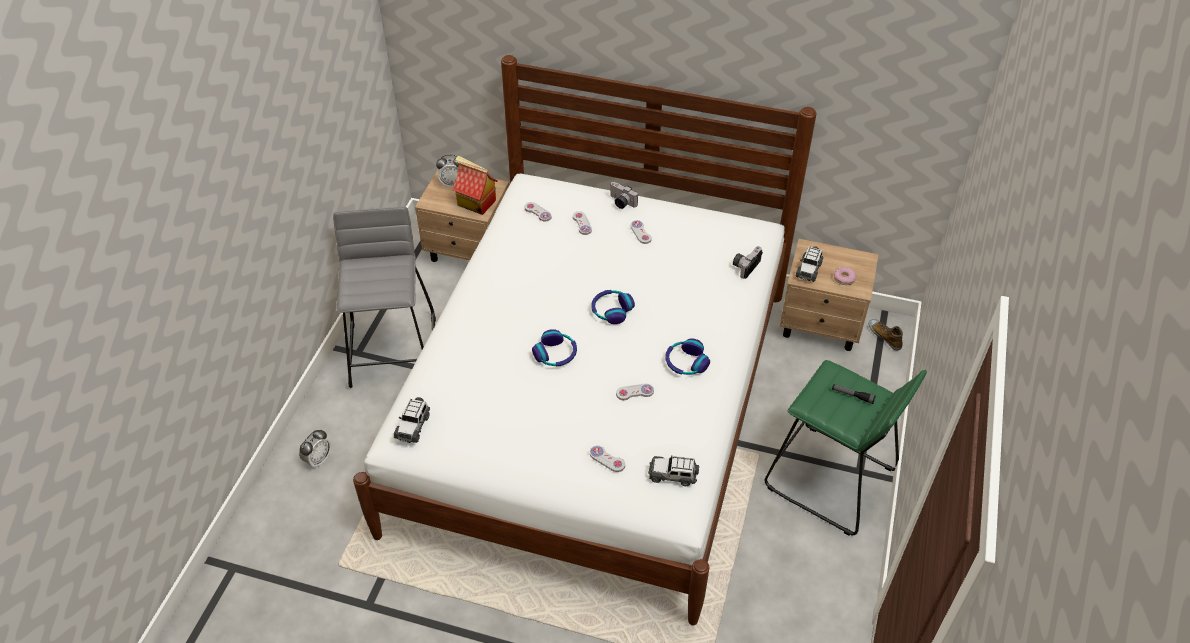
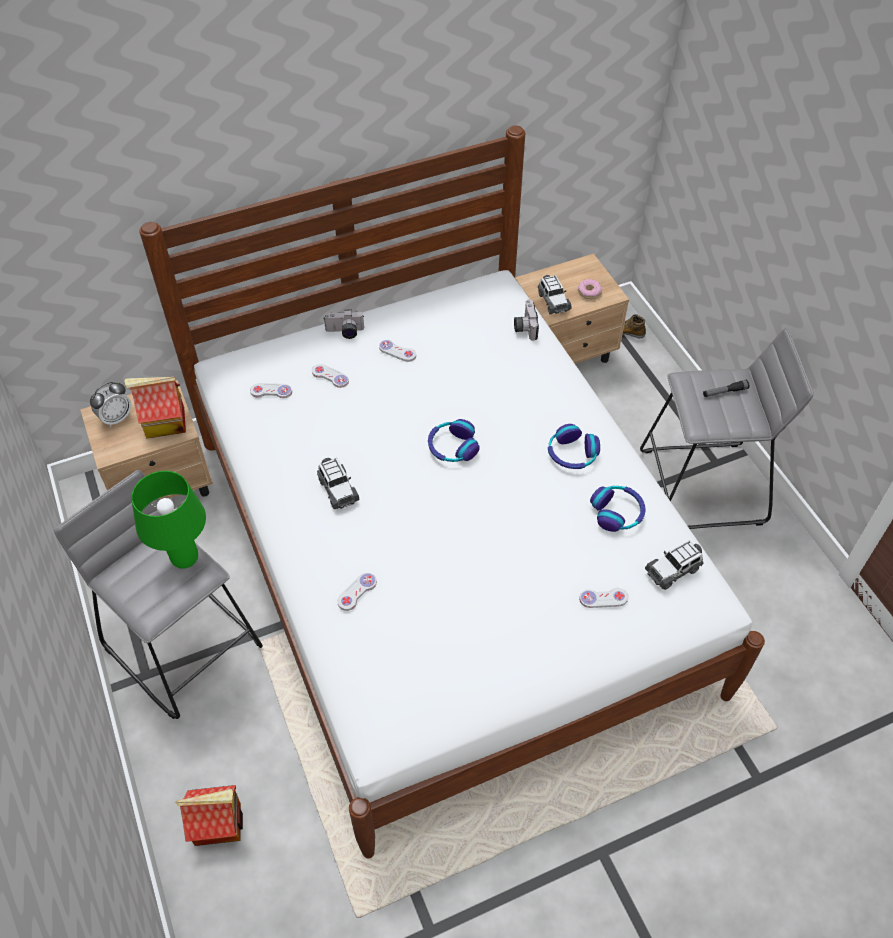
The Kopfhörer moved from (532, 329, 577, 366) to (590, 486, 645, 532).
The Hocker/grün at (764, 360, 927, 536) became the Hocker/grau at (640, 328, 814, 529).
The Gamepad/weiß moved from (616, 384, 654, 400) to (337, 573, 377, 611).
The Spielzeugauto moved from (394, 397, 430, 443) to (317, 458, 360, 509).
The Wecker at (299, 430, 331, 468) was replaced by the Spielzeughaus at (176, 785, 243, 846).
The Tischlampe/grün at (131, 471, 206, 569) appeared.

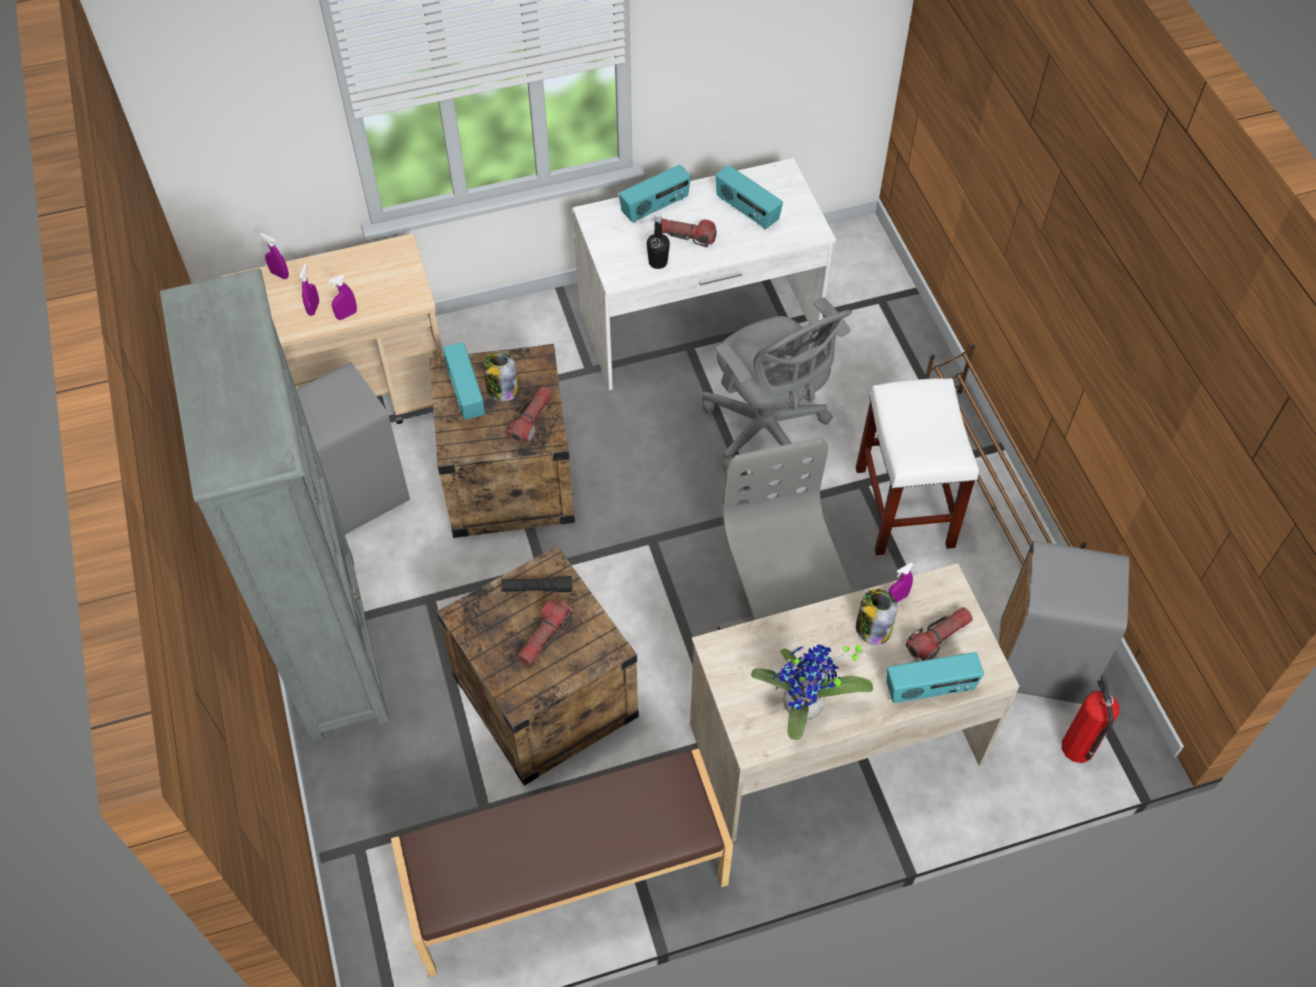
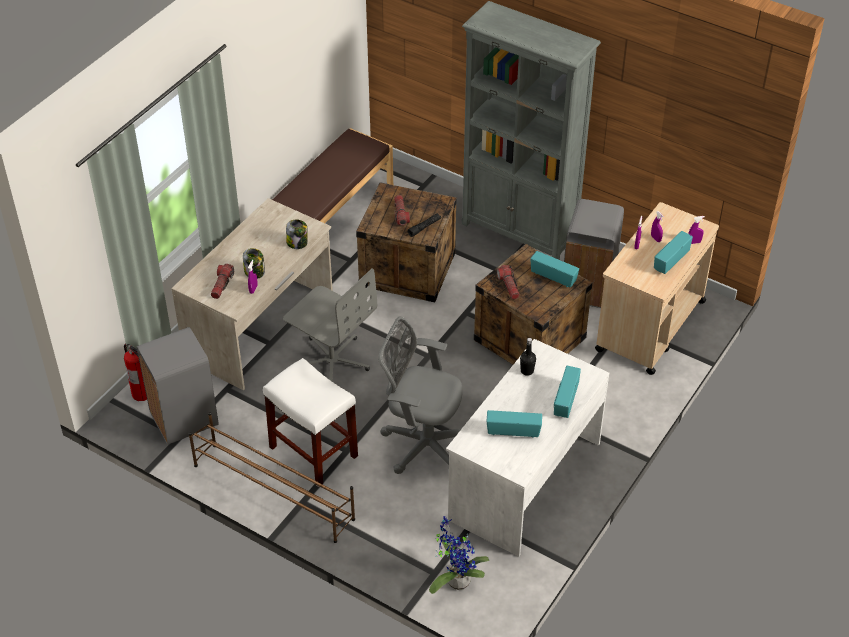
The Taschenlampe at (662, 219, 717, 247) disappeared.
The Vorratsglas moved from (484, 352, 518, 401) to (286, 219, 308, 249).
The Topfpflanze moved from (751, 644, 873, 740) to (429, 516, 489, 594).
The Radio moved from (886, 652, 984, 703) to (654, 231, 693, 274).

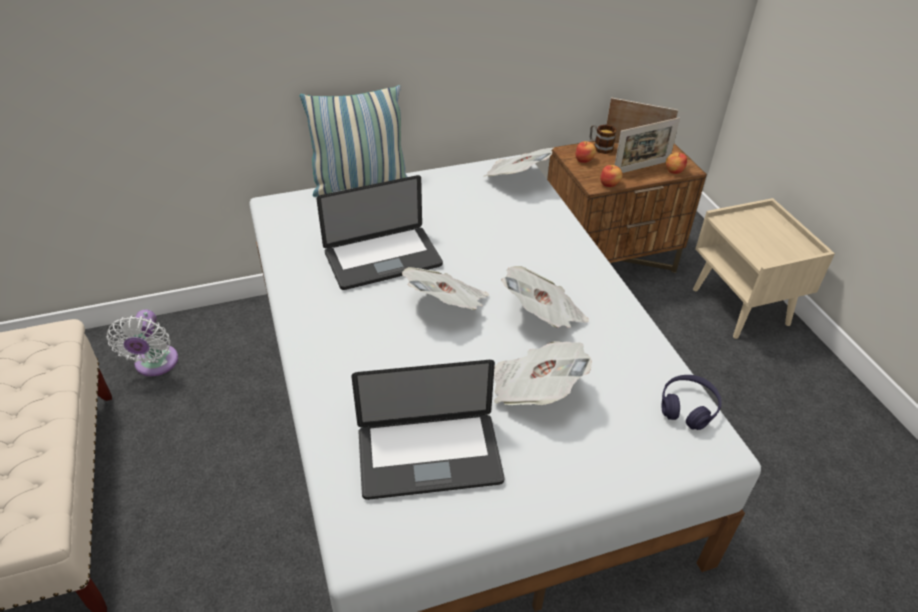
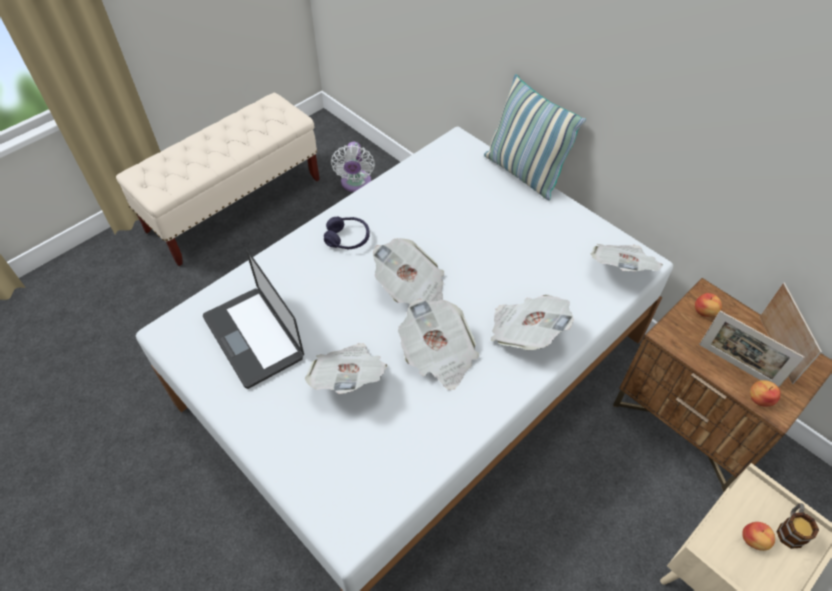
The Henkelbecher moved from (590, 124, 617, 154) to (776, 503, 819, 549).
The Apfel moved from (600, 165, 623, 187) to (742, 522, 775, 551).
The Laptop at (316, 175, 443, 290) disappeared.
The Ventilator/weiß at (106, 309, 178, 376) turned 60 degrees counterclockwise.
The Kopfhörer/lila moved from (661, 375, 722, 430) to (324, 217, 370, 249).
The Zeitung at (491, 295, 574, 350) appeared.

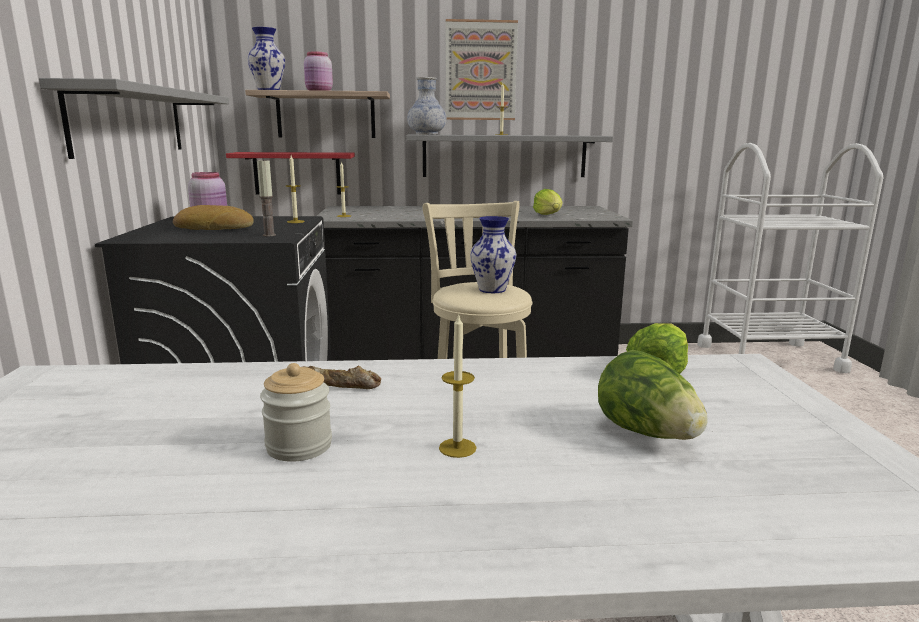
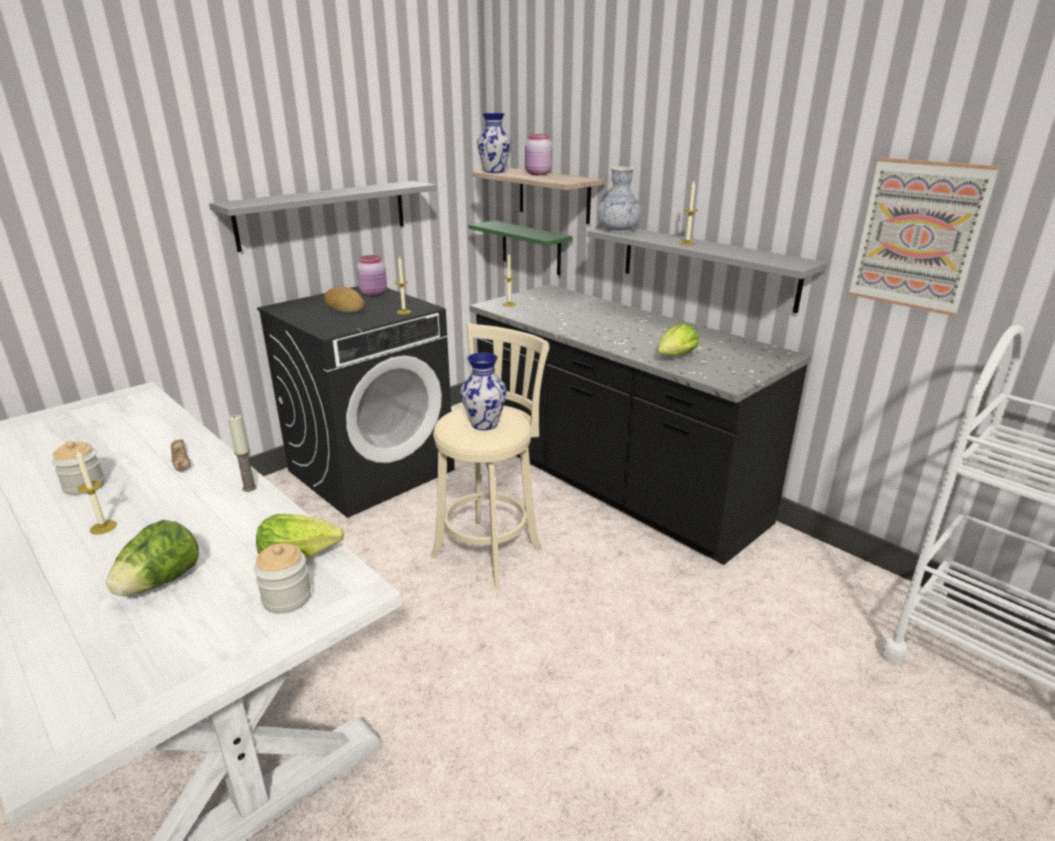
The Bild moved from (445, 19, 518, 120) to (848, 158, 1000, 316).
The Wandregal/rot at (226, 152, 355, 195) became the Wandregal/grün at (468, 220, 573, 275).
The Kerze moved from (257, 158, 276, 236) to (227, 415, 257, 492).
The Vorratsglas at (254, 543, 311, 614) appeared.

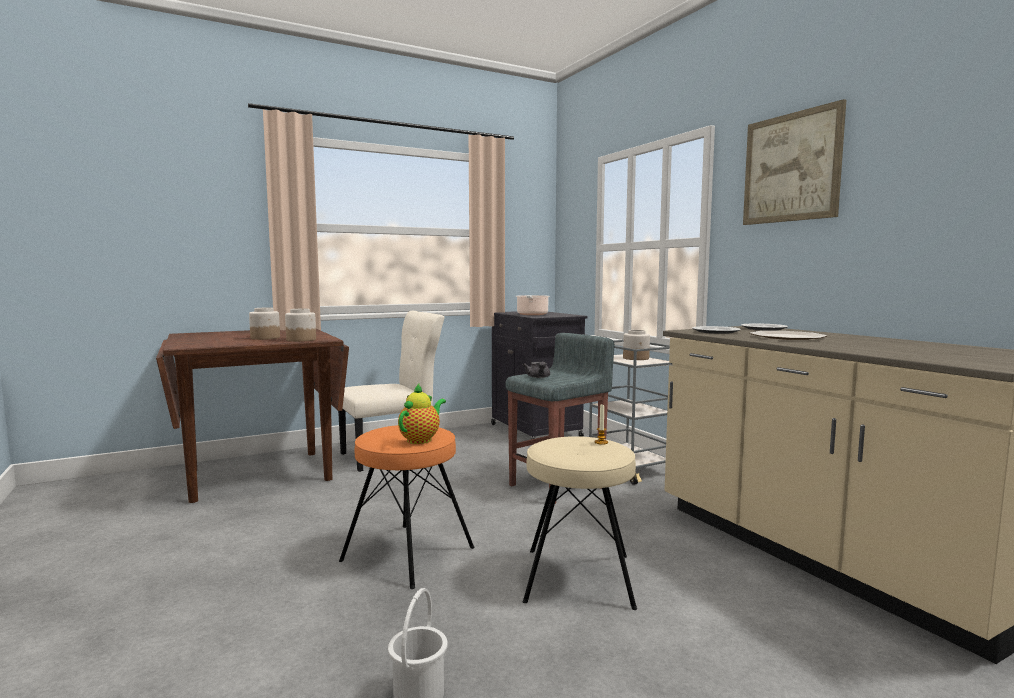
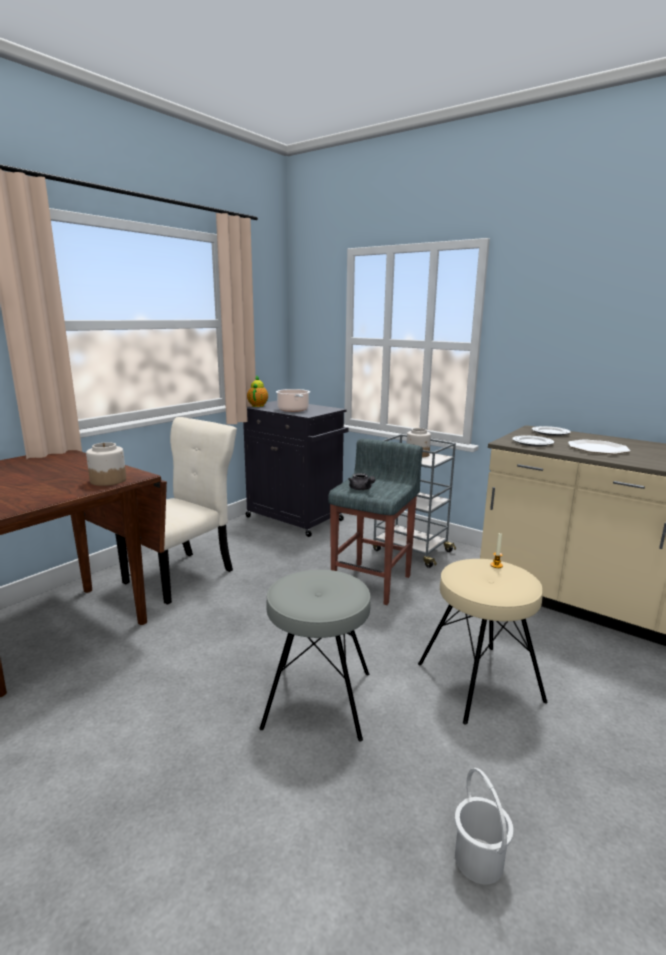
The Bild at (743, 99, 846, 225) disappeared.
The Vorratsglas at (249, 308, 280, 340) disappeared.
The Teekanne moved from (398, 384, 446, 444) to (247, 376, 268, 407).
The Hocker/orange at (339, 425, 475, 589) became the Hocker/grau at (259, 570, 371, 741).

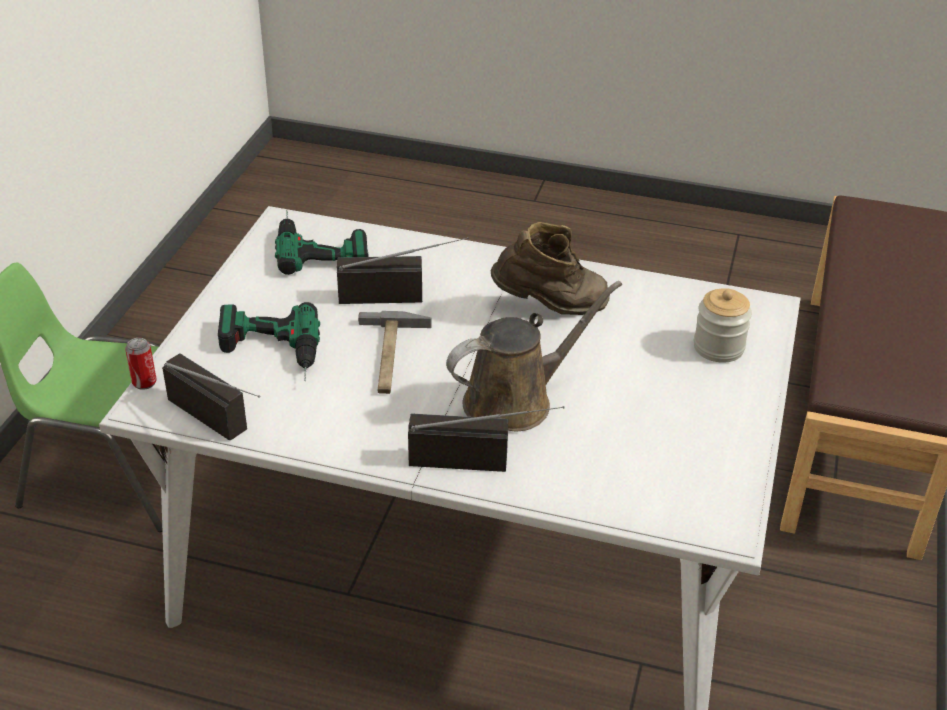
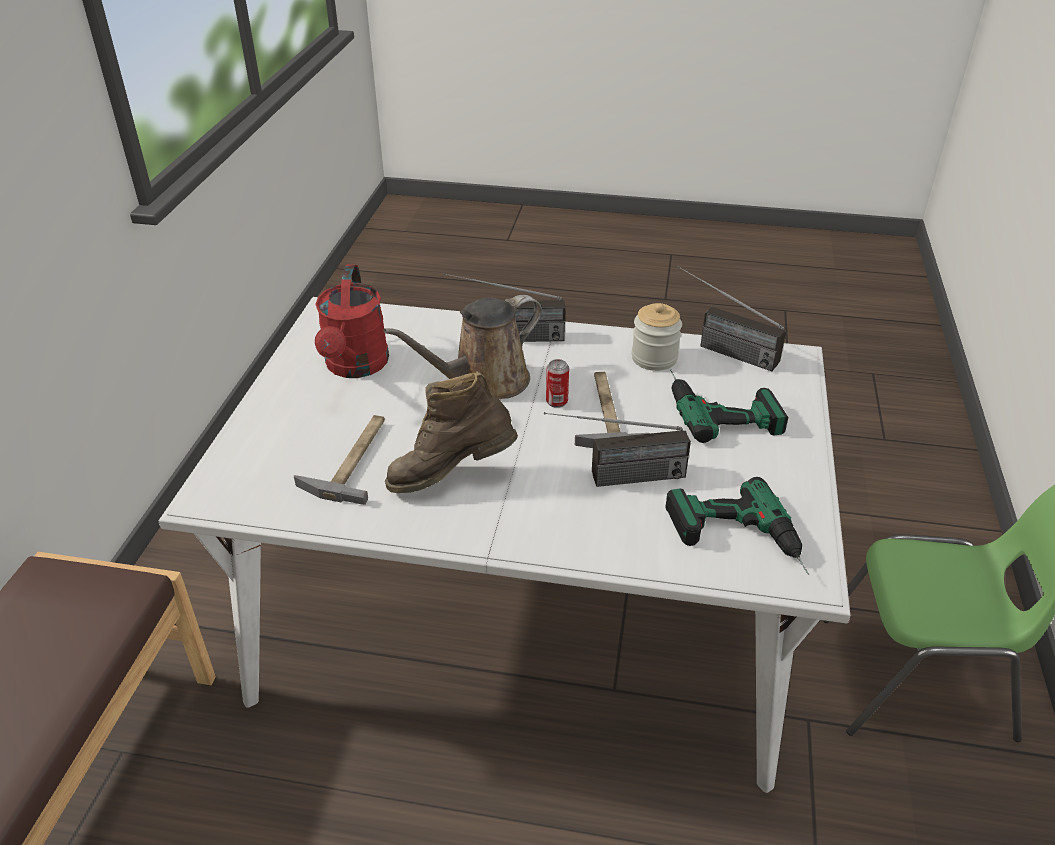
The Vorratsglas moved from (694, 288, 752, 363) to (632, 303, 682, 371).
The Dose moved from (125, 338, 157, 390) to (546, 359, 569, 408).
The Gießkanne/rot at (315, 265, 389, 378) appeared.
The Hammer at (294, 415, 385, 505) appeared.

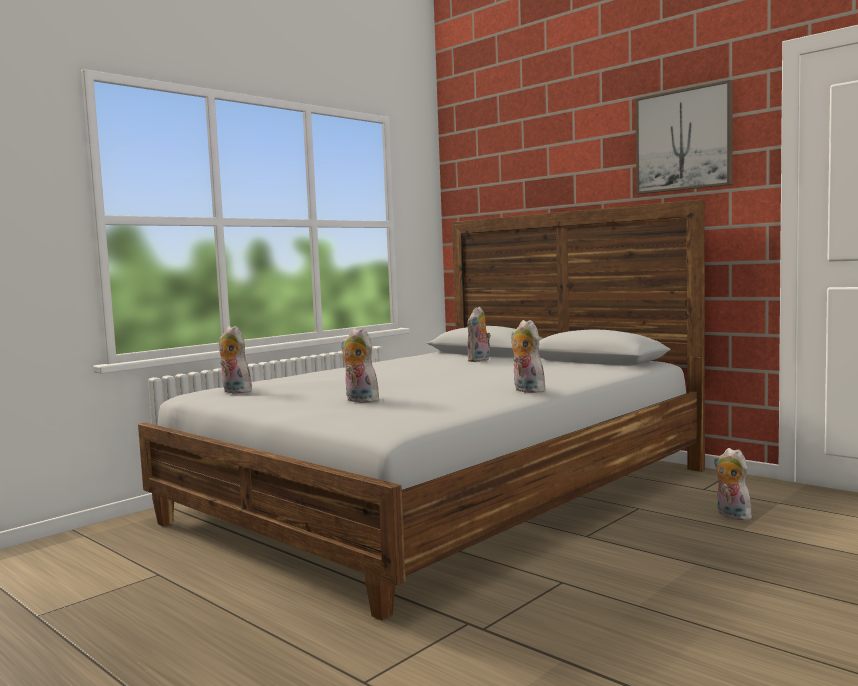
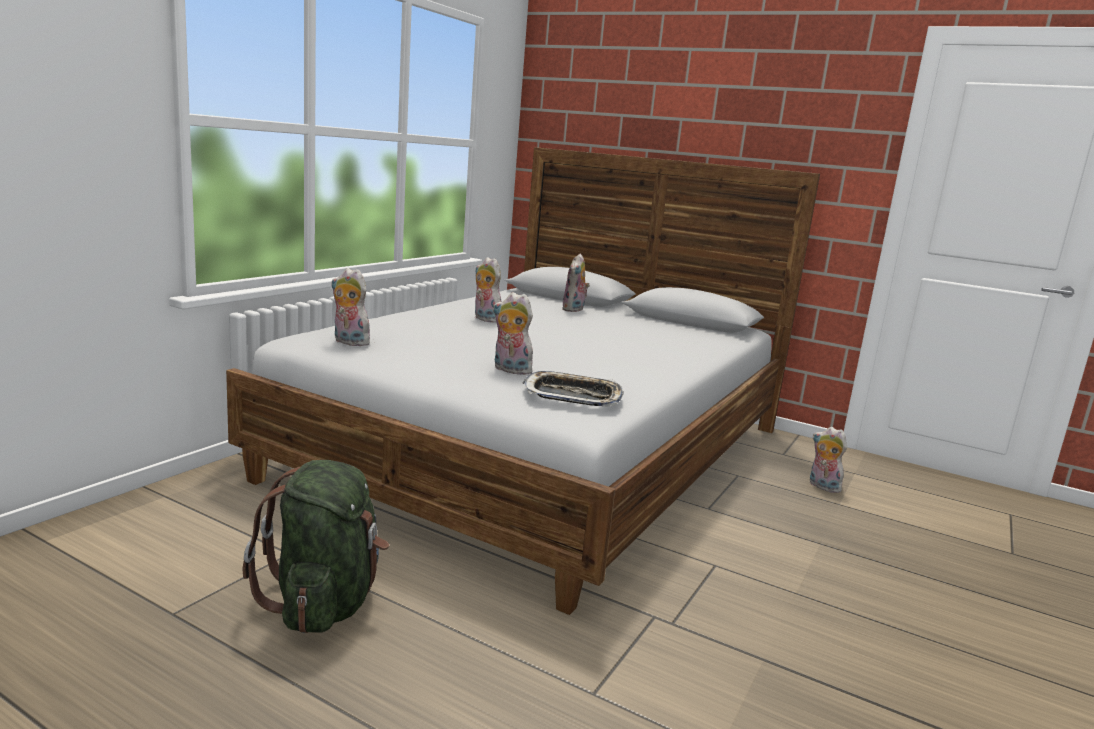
The Bild at (635, 80, 733, 194) disappeared.
The Plüschtier moved from (511, 320, 545, 393) to (475, 257, 501, 323).
The Tablett at (523, 371, 624, 406) appeared.
The Rucksack/grün at (243, 460, 389, 633) appeared.

